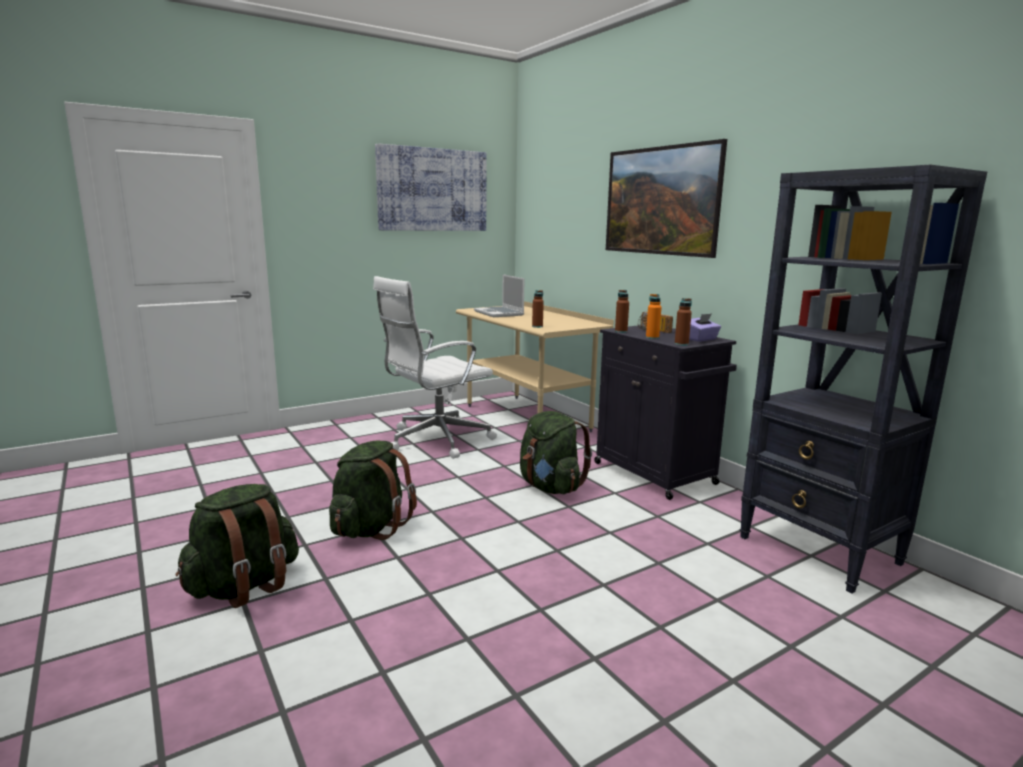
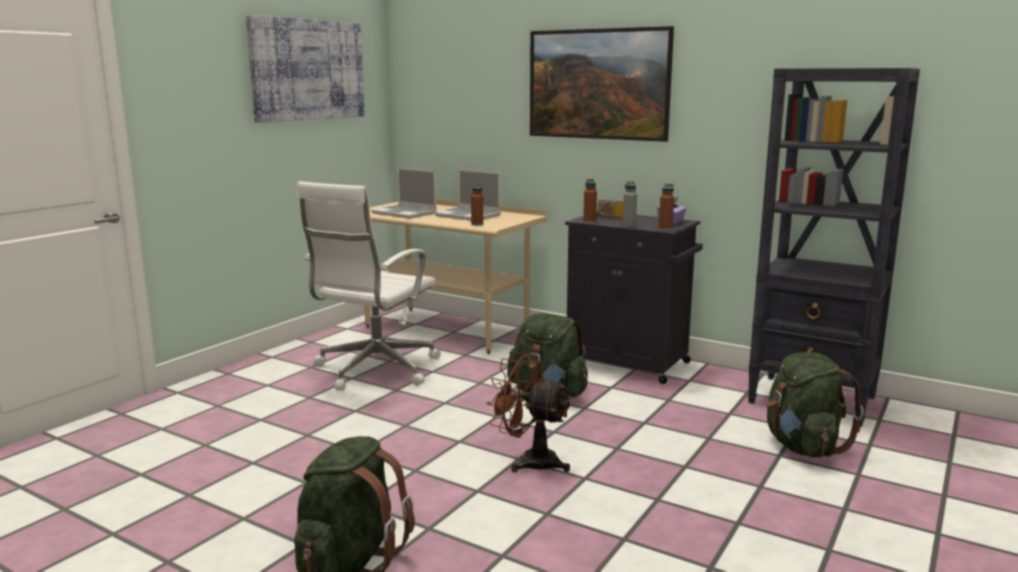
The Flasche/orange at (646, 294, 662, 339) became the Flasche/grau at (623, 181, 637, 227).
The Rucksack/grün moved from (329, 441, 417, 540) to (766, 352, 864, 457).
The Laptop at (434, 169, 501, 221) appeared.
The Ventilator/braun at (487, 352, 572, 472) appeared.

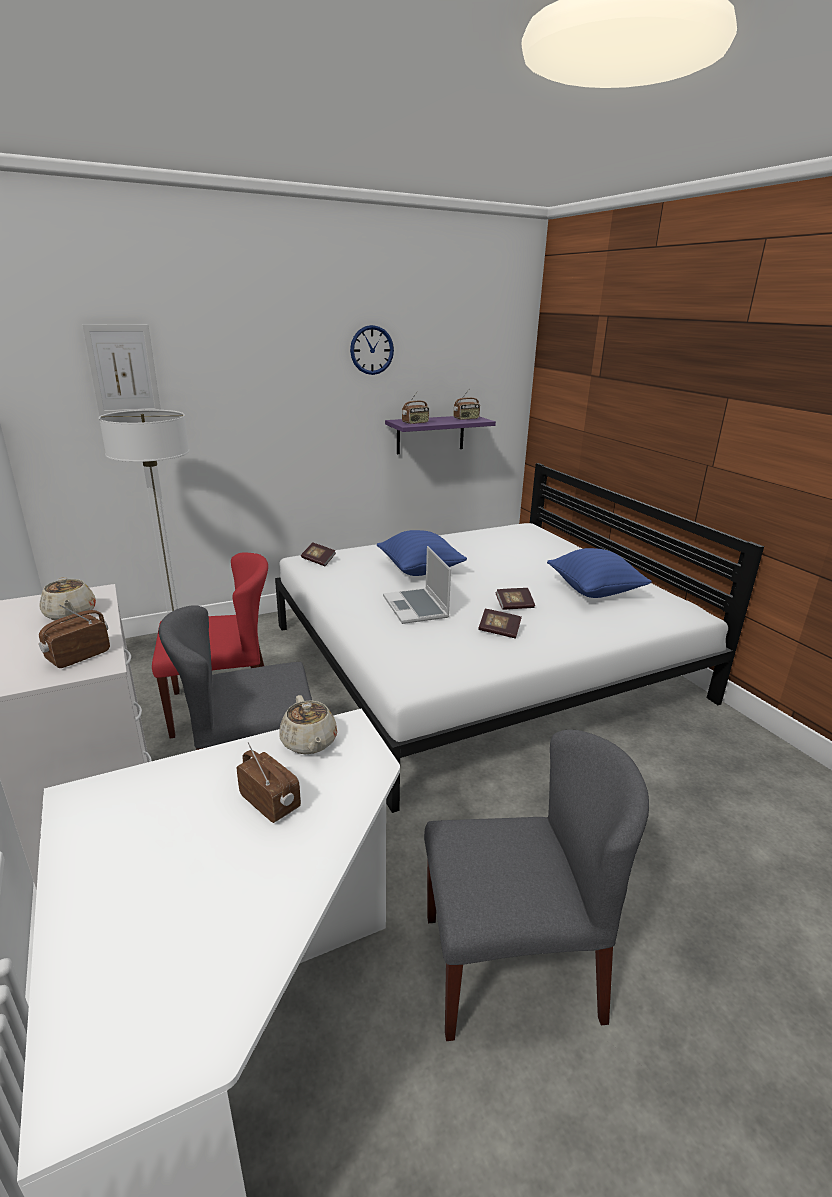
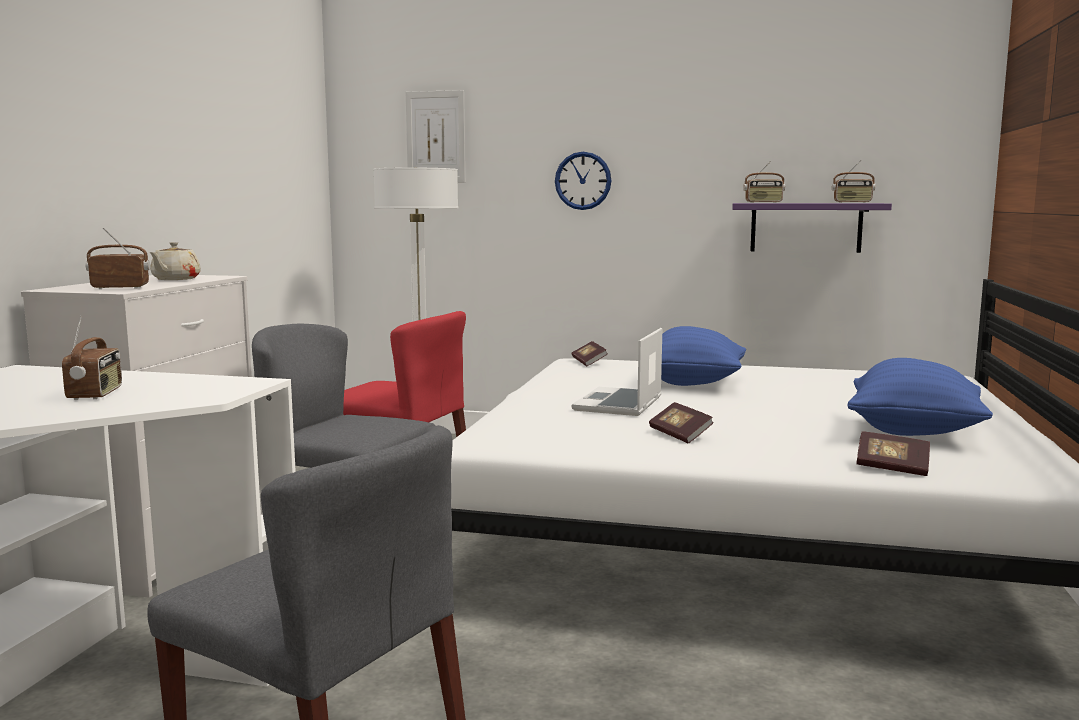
The Wanduhr moved from (350, 325, 394, 375) to (555, 152, 611, 210).
The Buch moved from (495, 588, 535, 610) to (856, 431, 930, 476).
The Teekanne/beige at (280, 695, 337, 754) disappeared.

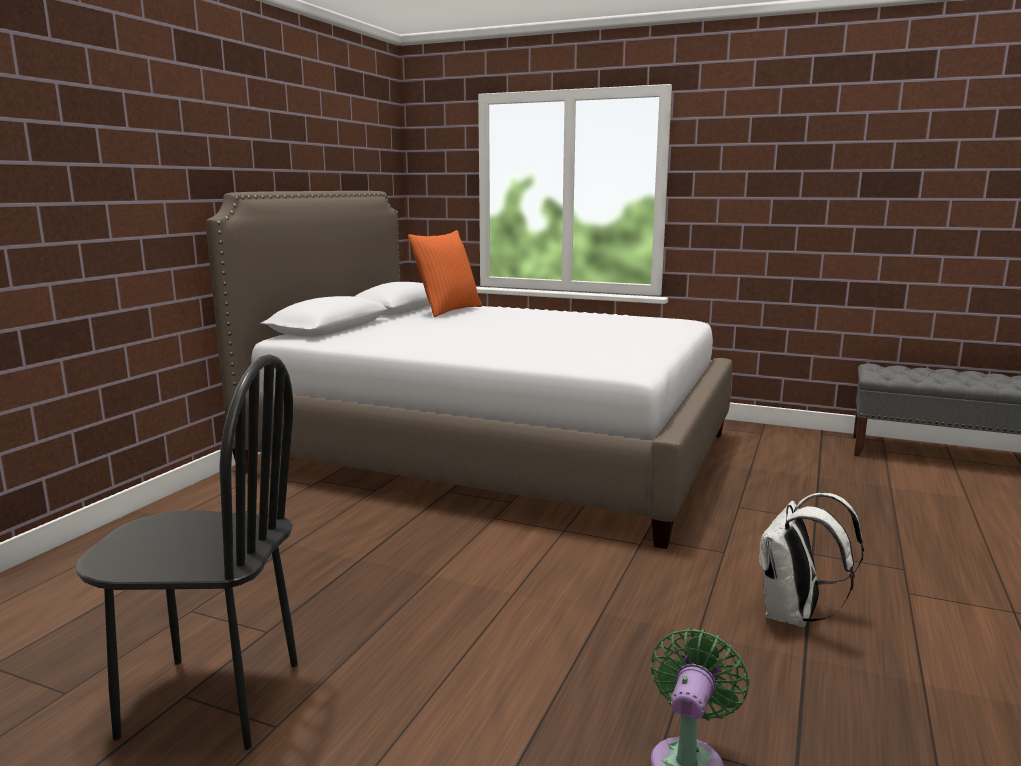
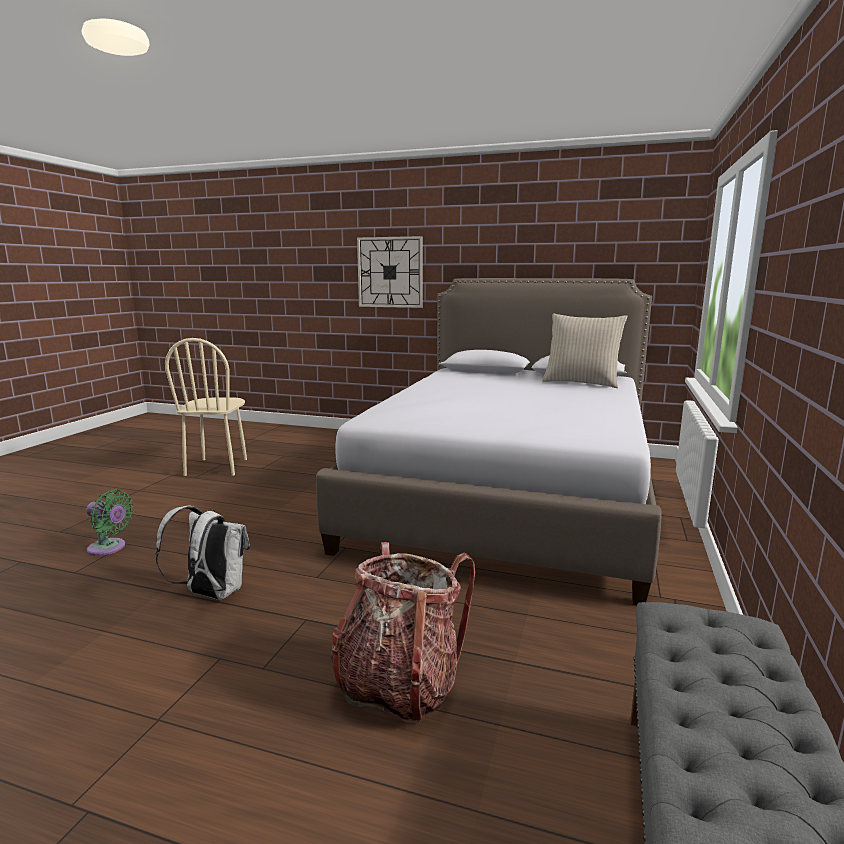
The Kissen/orange at (408, 230, 482, 317) became the Kissen/beige at (542, 314, 627, 388).
The Stuhl/schwarz at (75, 354, 298, 750) became the Stuhl/beige at (165, 338, 247, 476).
The Wanduhr at (357, 236, 423, 308) appeared.
The Rucksack at (331, 542, 475, 723) appeared.

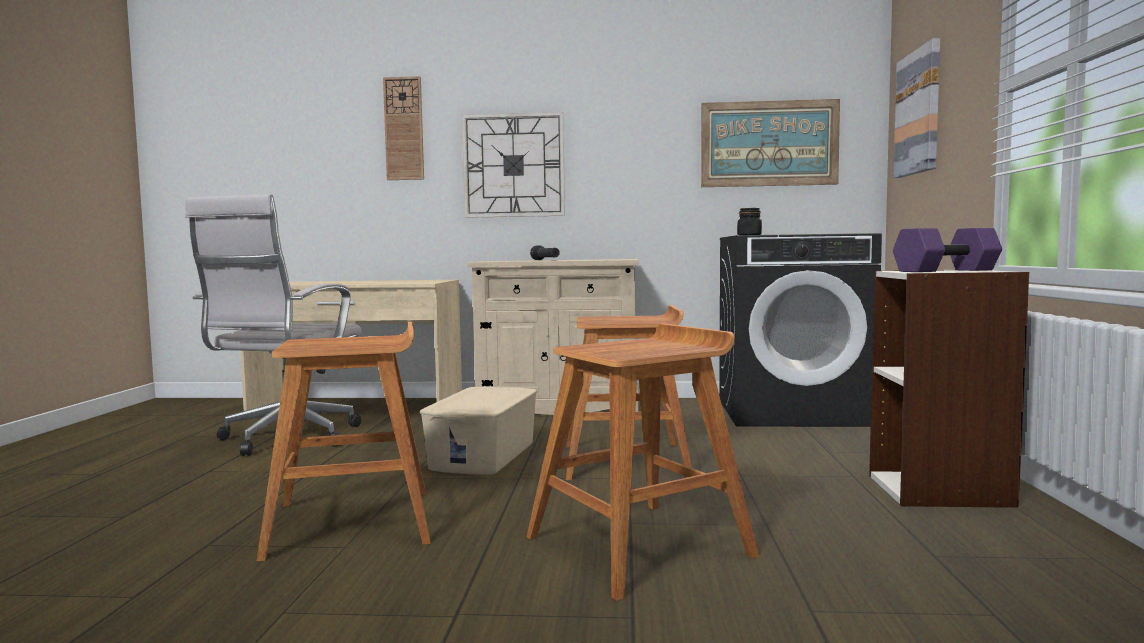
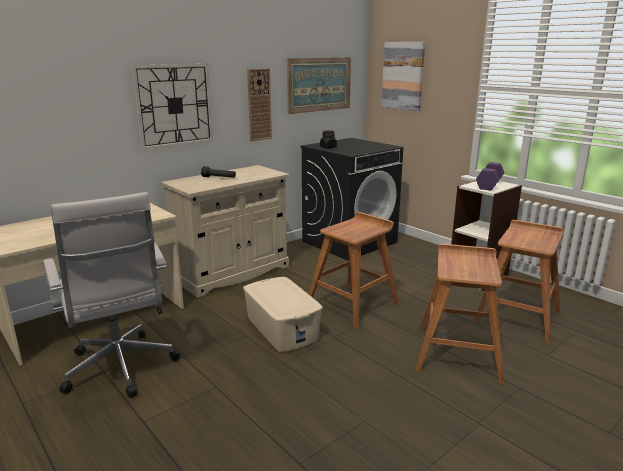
The Wanduhr moved from (383, 76, 424, 180) to (247, 68, 272, 141).
The Hocker/braun moved from (256, 322, 431, 562) to (473, 220, 563, 344).

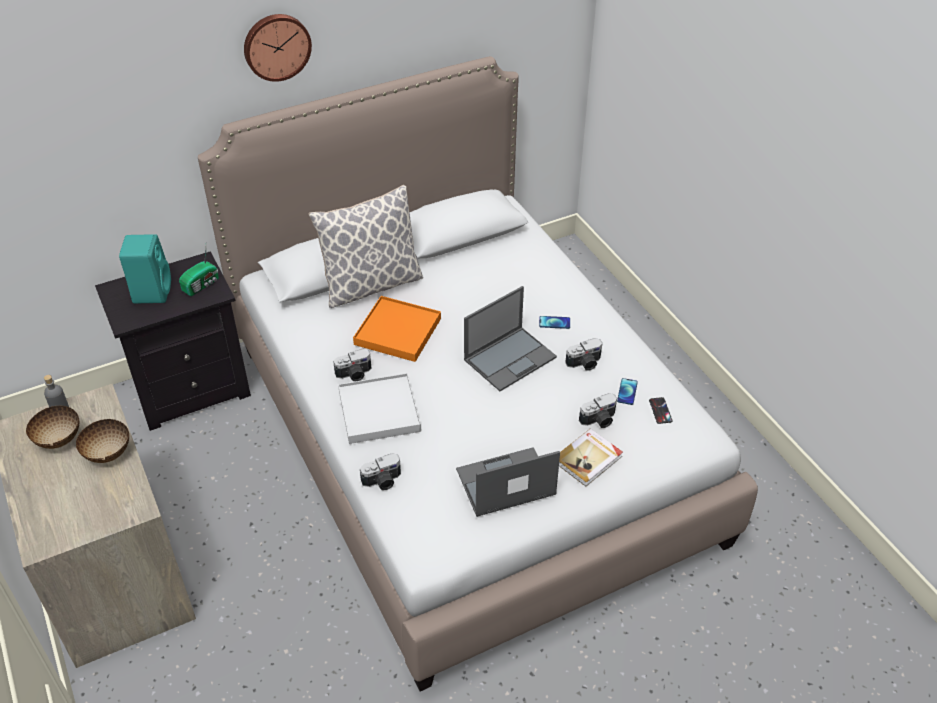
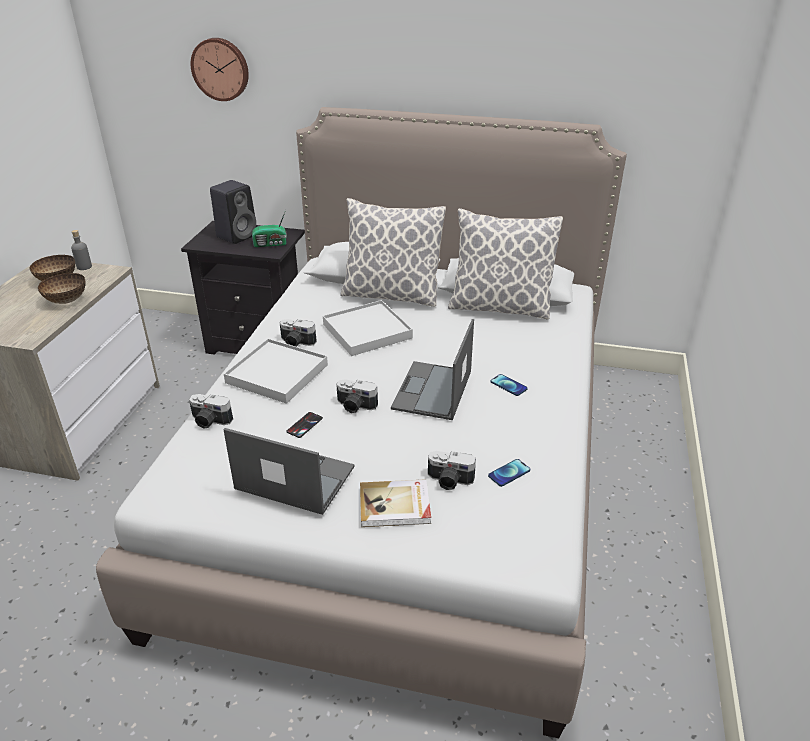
The Wanduhr moved from (244, 14, 312, 82) to (190, 38, 249, 101).
The Lautsprecher/türkis at (119, 234, 171, 303) became the Lautsprecher/schwarz at (210, 180, 257, 244).
The Laptop at (464, 286, 557, 391) turned 105 degrees clockwise.
The Tablett/orange at (353, 296, 441, 362) became the Tablett/weiß at (323, 300, 413, 356).
The Kamera moved from (565, 338, 602, 371) to (336, 379, 378, 413).
The Handy moved from (649, 397, 673, 424) to (286, 412, 323, 438).
The Kissen at (448, 208, 563, 319) appeared.

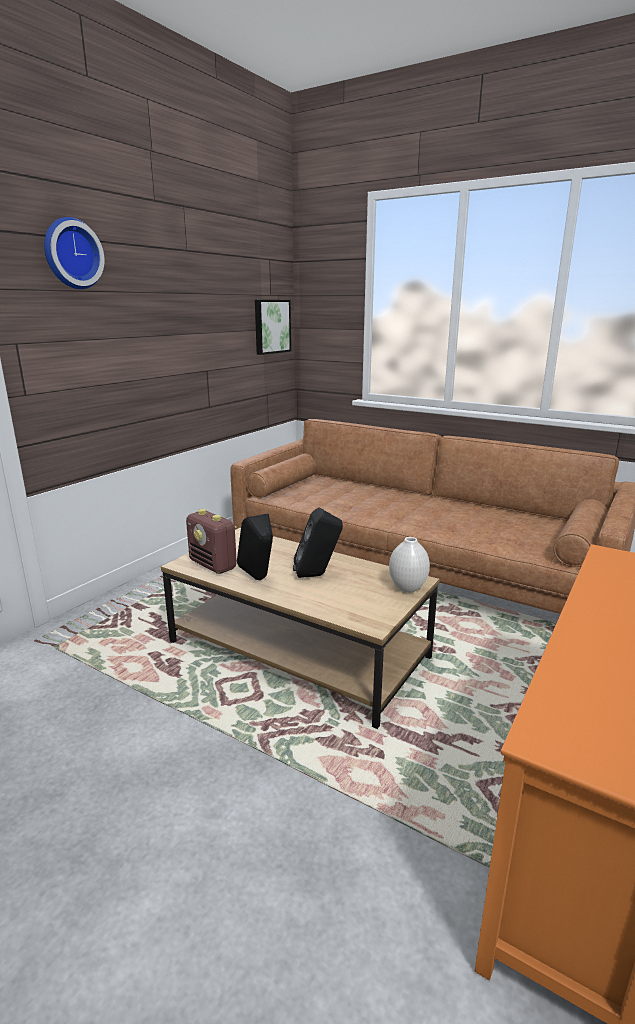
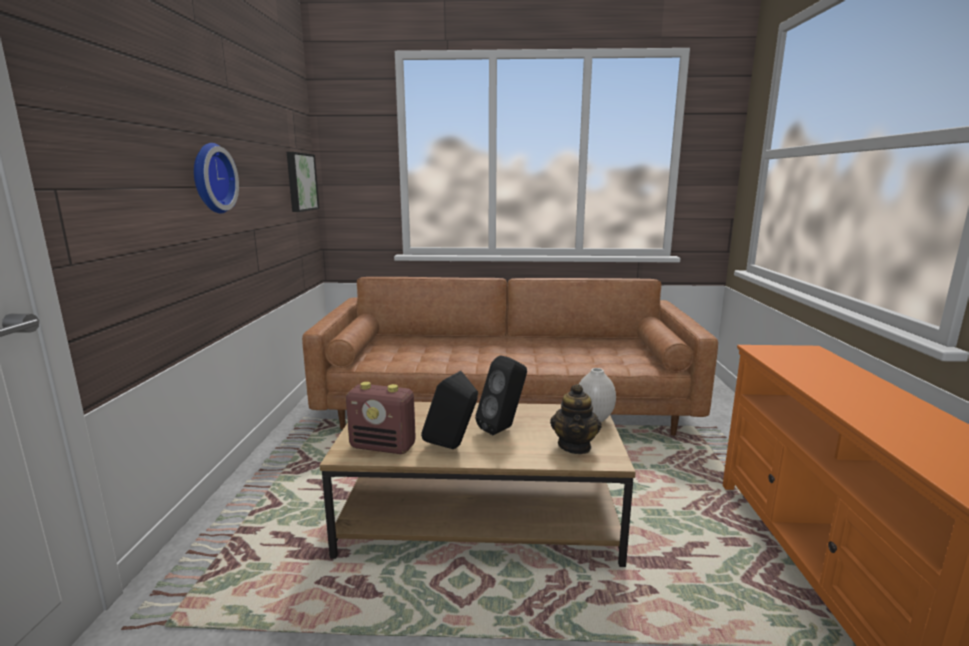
The Wanduhr moved from (44, 217, 104, 289) to (194, 143, 239, 214).
The Teekanne at (550, 384, 602, 454) appeared.

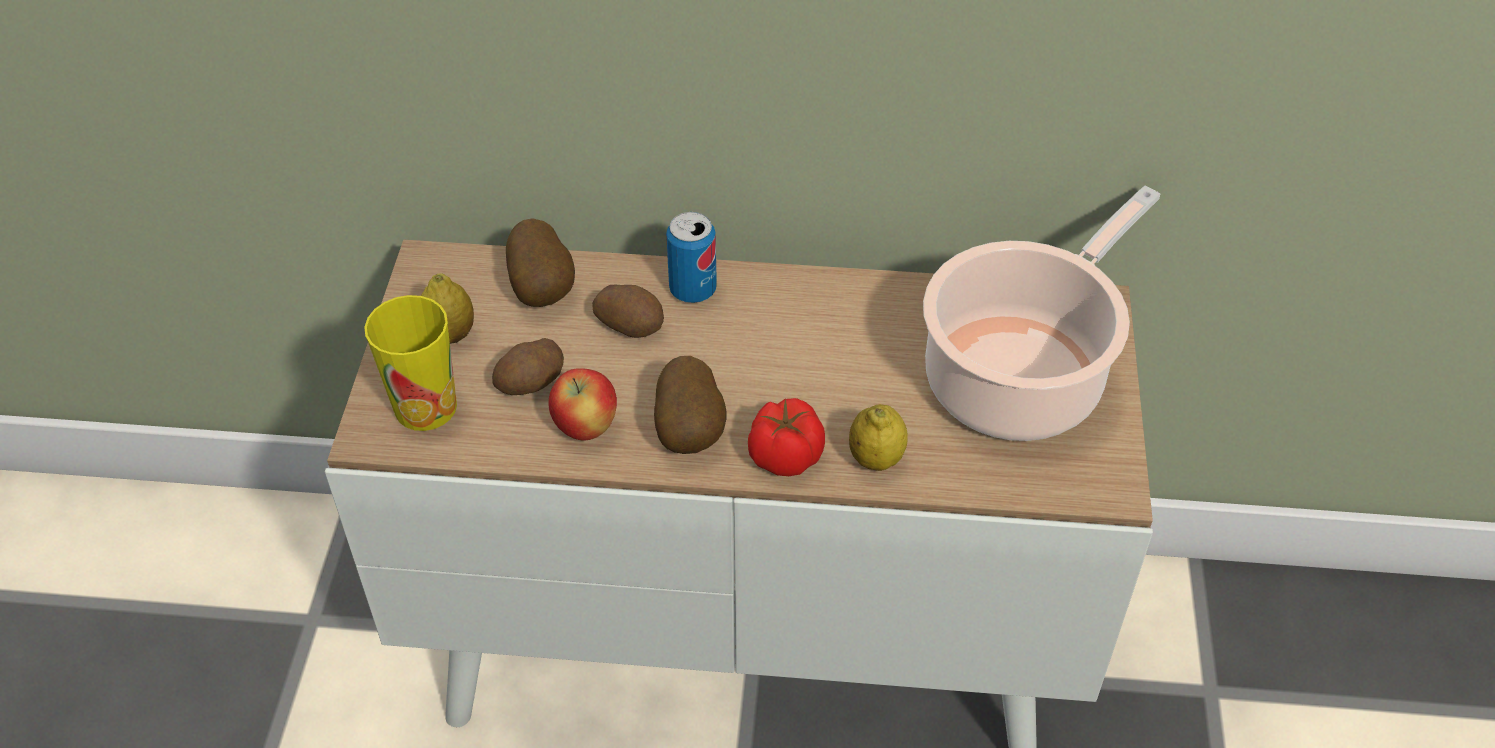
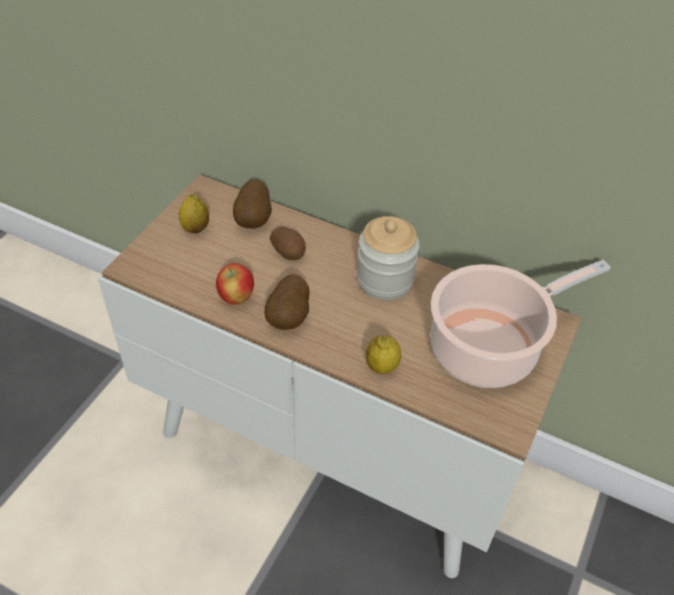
The Dose at (666, 212, 717, 303) disappeared.
The Tasse at (364, 295, 457, 431) disappeared.
The Kartoffel at (492, 338, 564, 395) disappeared.
The Tomate at (748, 398, 825, 476) disappeared.
The Vorratsglas at (357, 216, 420, 300) appeared.

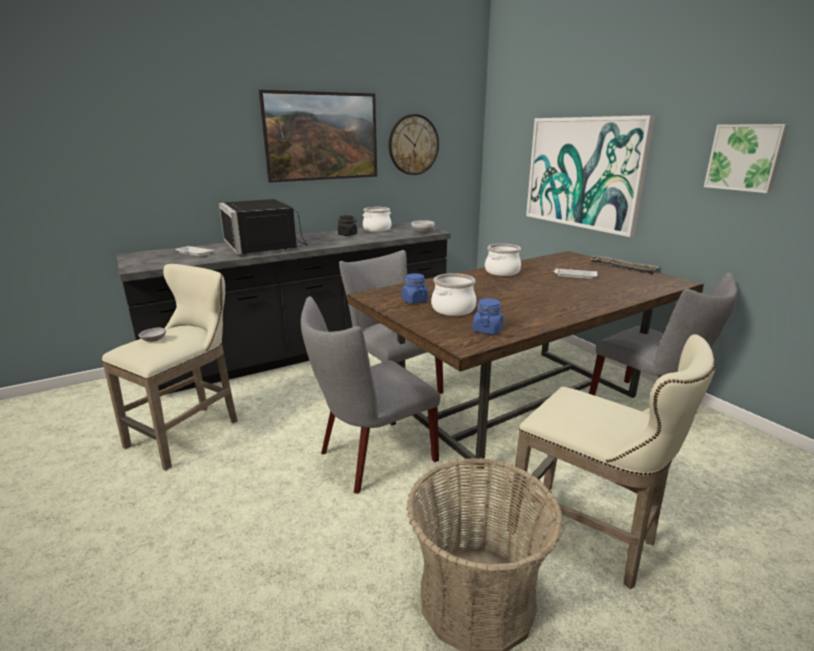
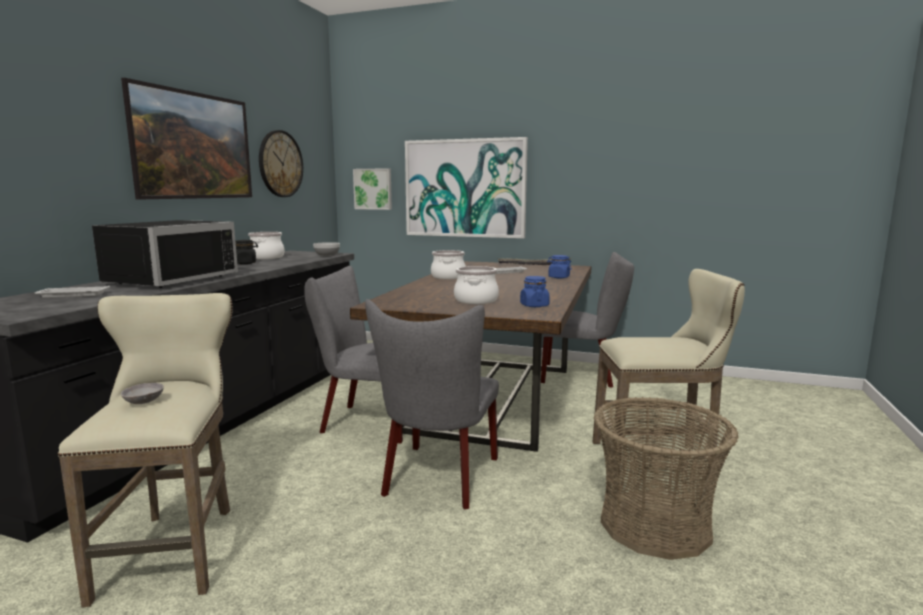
The Bild moved from (704, 124, 789, 193) to (353, 168, 392, 210).
The Mikrowelle/schwarz at (219, 199, 308, 255) turned 90 degrees counterclockwise.
The Vorratsglas/blau moved from (402, 273, 428, 304) to (547, 255, 572, 278).

